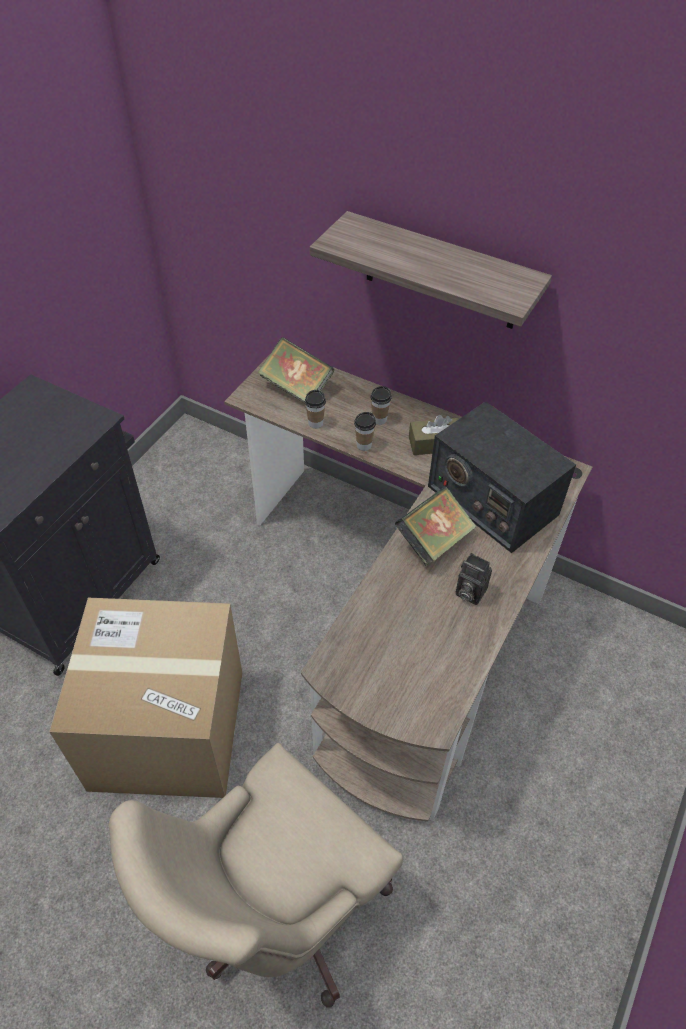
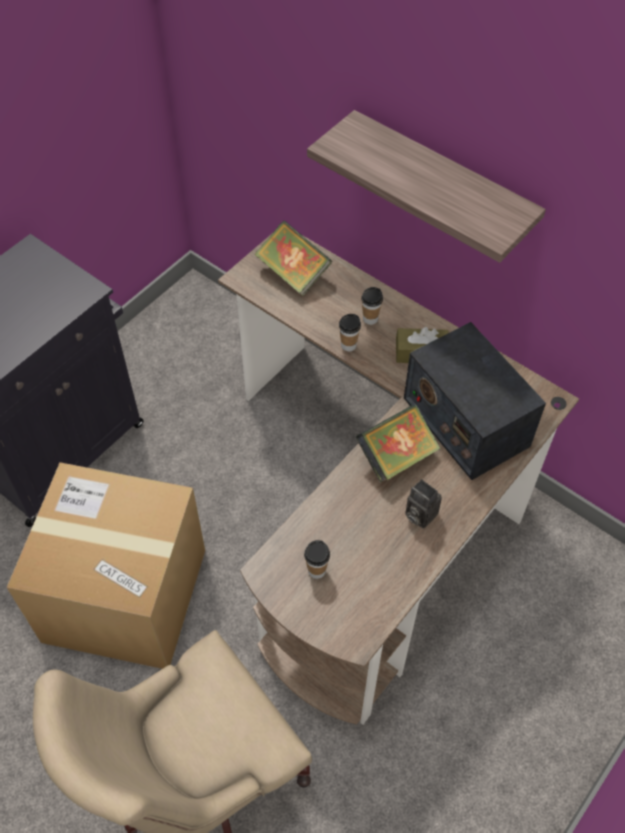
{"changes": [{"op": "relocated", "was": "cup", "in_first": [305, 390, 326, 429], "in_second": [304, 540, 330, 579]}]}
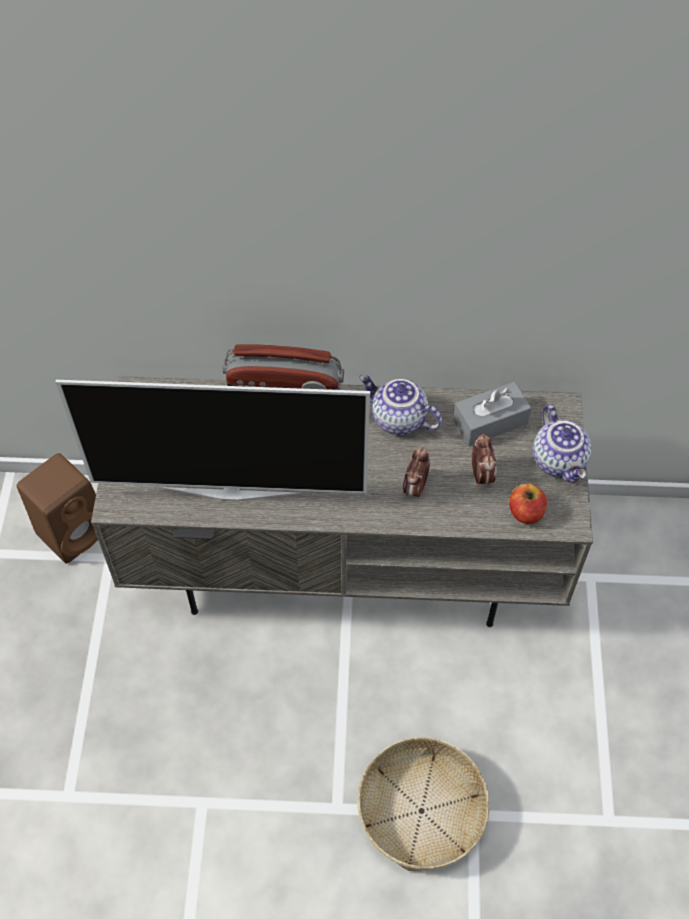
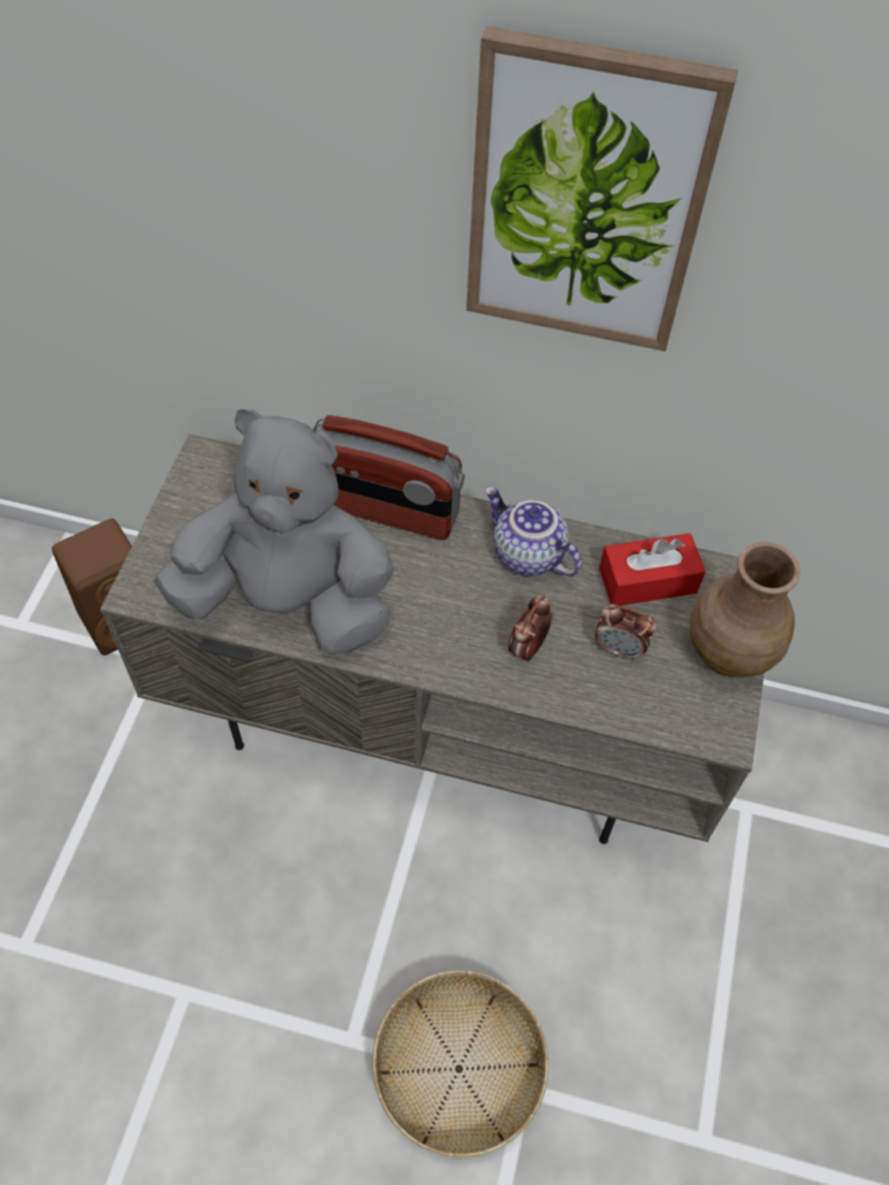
{"changes": [{"op": "missing", "was": "whole apple", "in_first": [509, 483, 547, 524]}, {"op": "appeared", "now": "wall art", "in_second": [466, 26, 738, 351]}, {"op": "exchanged", "was": "TV", "now": "gray plush toy", "in_first": [56, 380, 370, 501], "in_second": [154, 409, 394, 654]}, {"op": "exchanged", "was": "teapot", "now": "brownish vase", "in_first": [533, 404, 591, 483], "in_second": [690, 542, 800, 678]}, {"op": "colour", "was": "gray box of tissues", "now": "reddish box of tissues", "in_first": [453, 382, 532, 446], "in_second": [599, 533, 706, 606]}, {"op": "spun", "was": "table clock", "in_first": [472, 434, 496, 486], "in_second": [595, 604, 656, 660], "clockwise": 105}]}
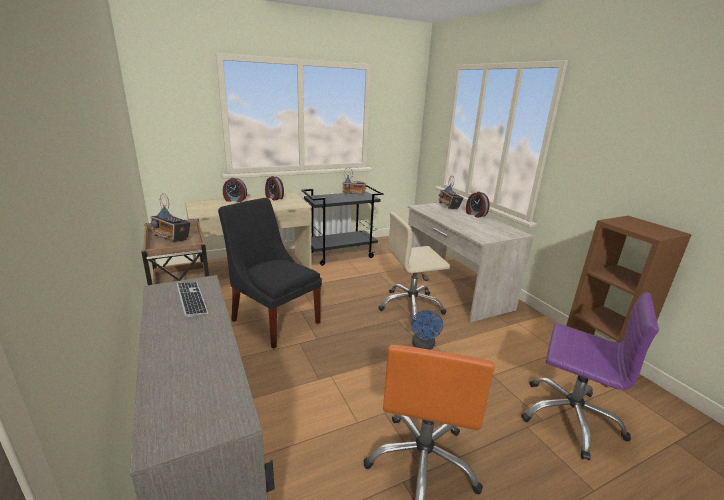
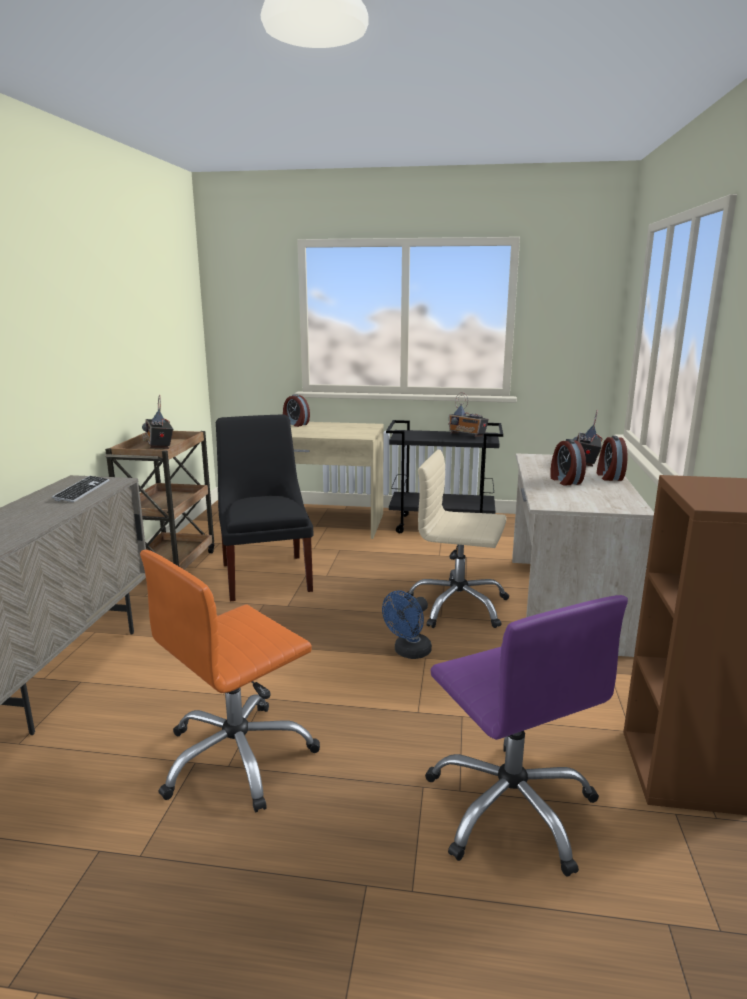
{"changes": [{"op": "relocated", "was": "table clock", "in_first": [265, 176, 284, 201], "in_second": [550, 439, 586, 485]}]}
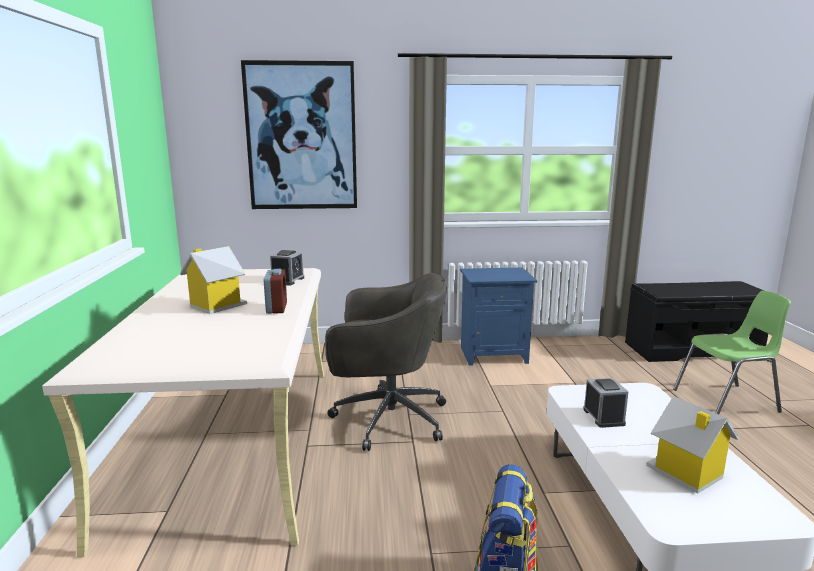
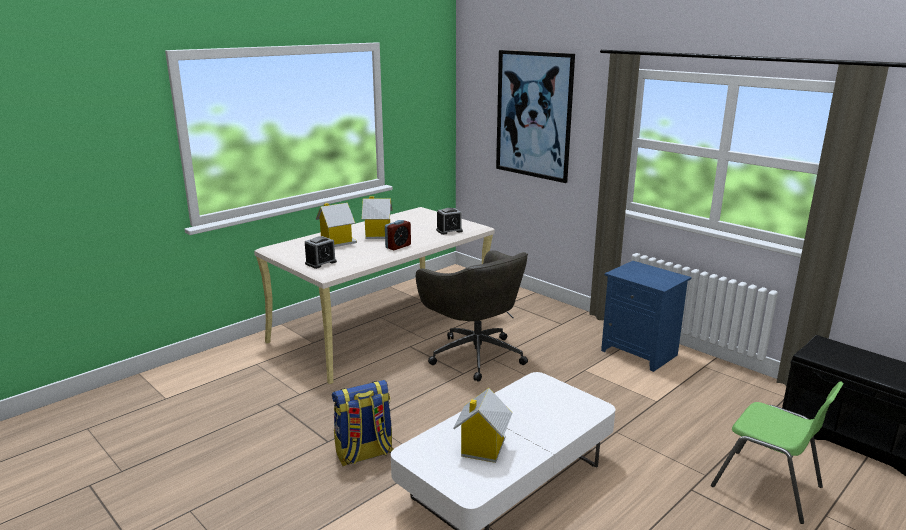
{"changes": [{"op": "appeared", "now": "miniature house", "in_second": [316, 203, 357, 247]}, {"op": "relocated", "was": "table clock", "in_first": [583, 378, 628, 428], "in_second": [305, 236, 337, 269]}]}
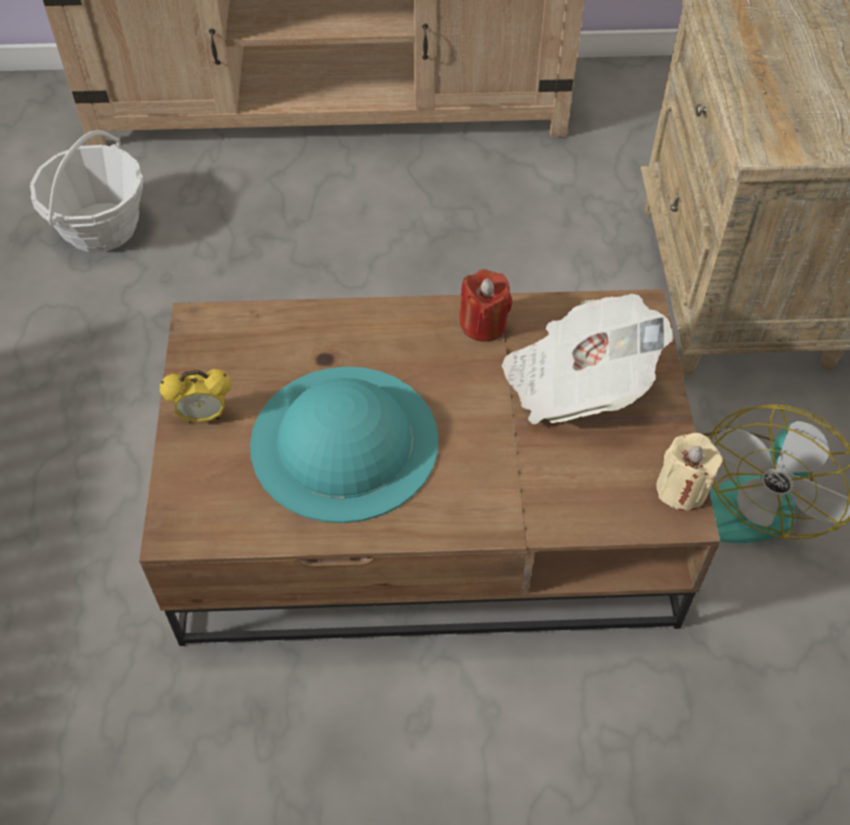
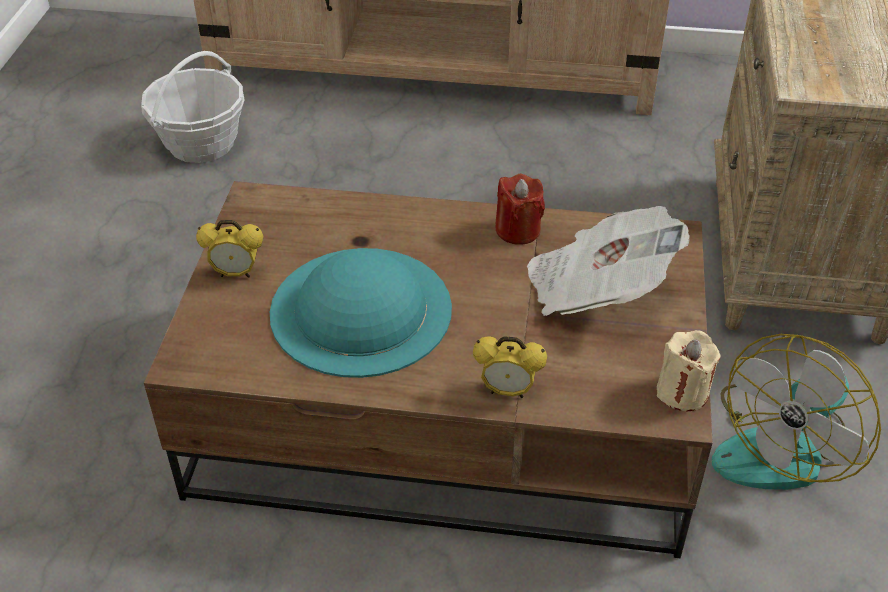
{"changes": [{"op": "appeared", "now": "table clock", "in_second": [473, 336, 547, 398]}]}
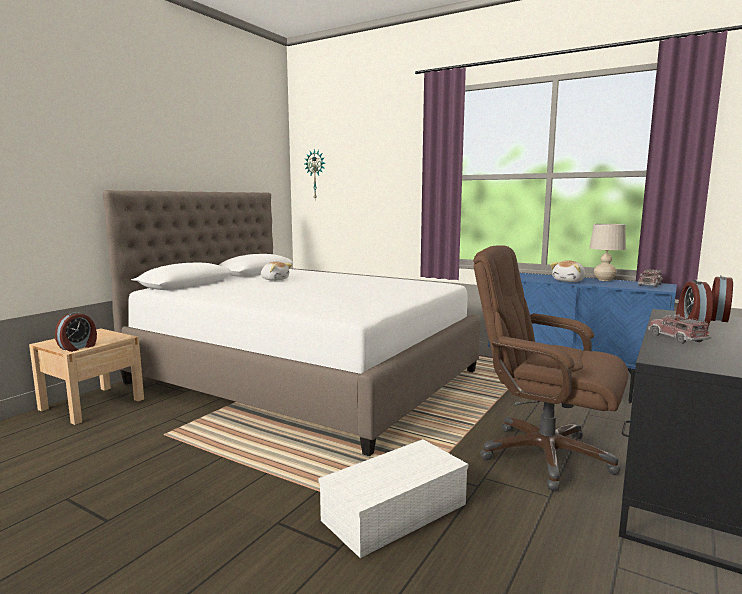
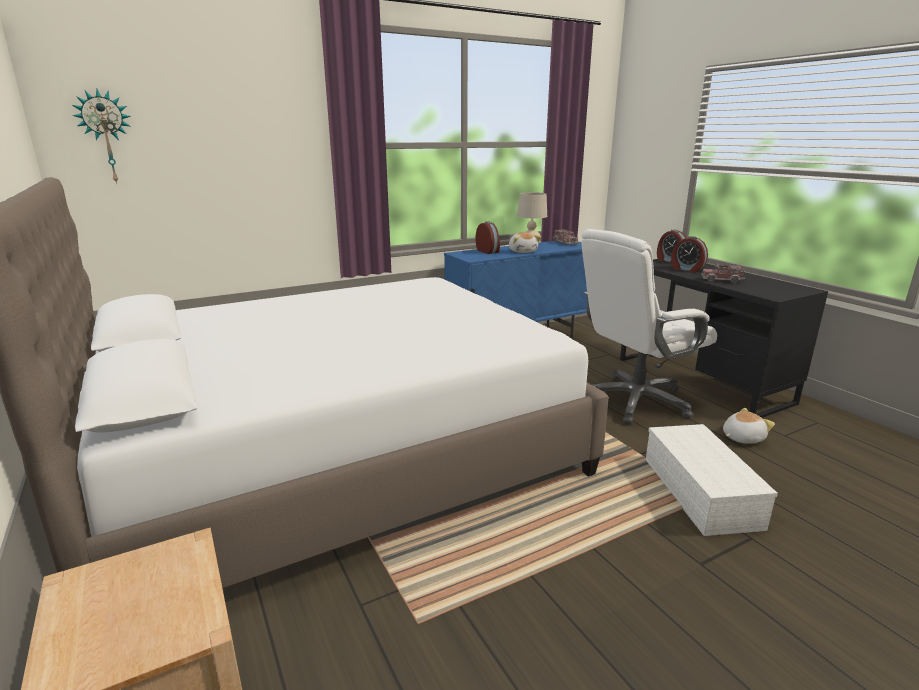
{"changes": [{"op": "relocated", "was": "table clock", "in_first": [55, 312, 97, 352], "in_second": [475, 221, 500, 254]}, {"op": "relocated", "was": "plush toy", "in_first": [261, 262, 292, 281], "in_second": [723, 408, 775, 444]}, {"op": "colour", "was": "brownish office chair", "now": "white office chair", "in_first": [473, 245, 629, 491], "in_second": [581, 229, 717, 425]}]}
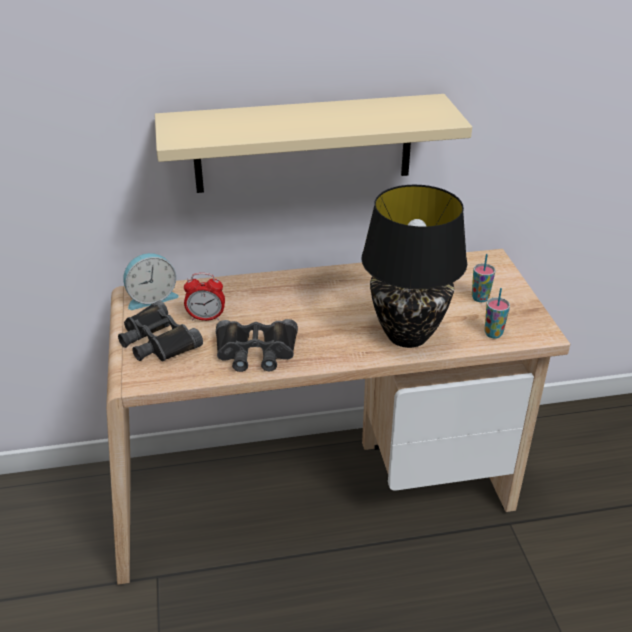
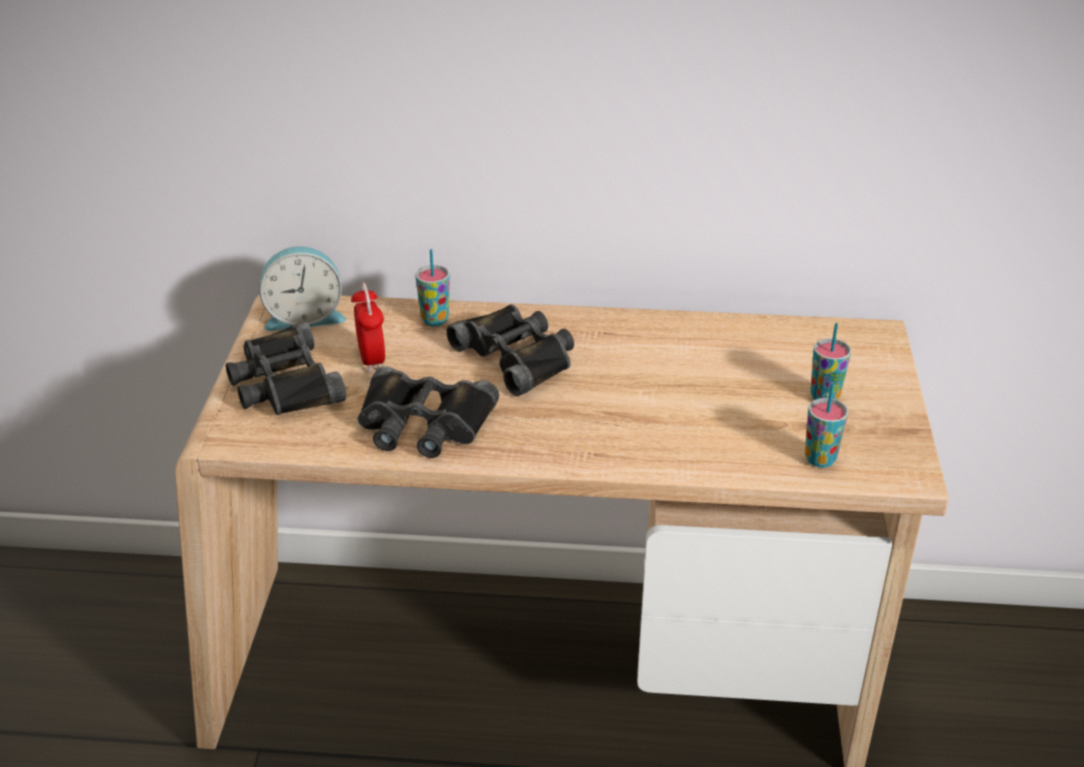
{"changes": [{"op": "missing", "was": "sand-coloured bracket shelf", "in_first": [155, 94, 472, 193]}, {"op": "missing", "was": "black-coloured lamp for a table", "in_first": [361, 185, 467, 348]}, {"op": "appeared", "now": "cup", "in_second": [415, 249, 450, 326]}, {"op": "appeared", "now": "black-coloured pair of binoculars", "in_second": [446, 304, 574, 396]}, {"op": "spun", "was": "table clock", "in_first": [184, 273, 225, 321], "in_second": [351, 283, 385, 373], "clockwise": -120}]}
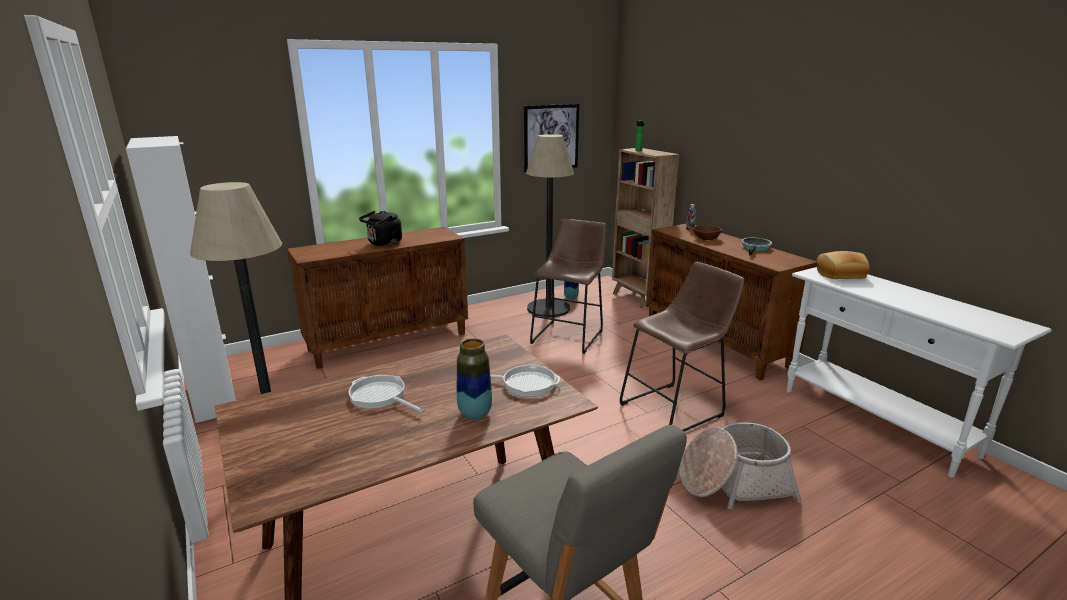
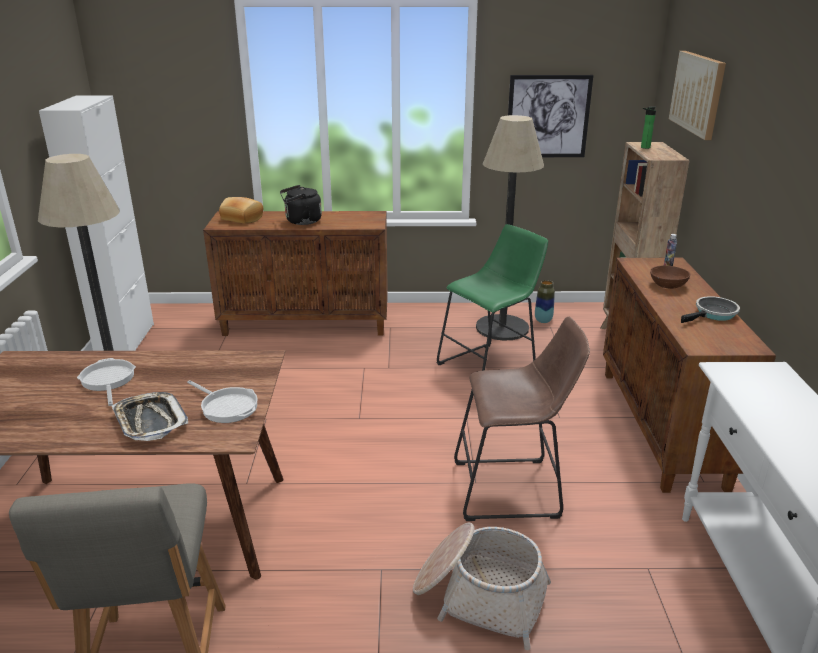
{"changes": [{"op": "appeared", "now": "wall art", "in_second": [669, 51, 726, 140]}, {"op": "relocated", "was": "bakery bread", "in_first": [817, 251, 870, 279], "in_second": [219, 197, 263, 224]}, {"op": "exchanged", "was": "vase", "now": "serving tray", "in_first": [457, 339, 492, 420], "in_second": [112, 392, 188, 441]}, {"op": "colour", "was": "brownish stool", "now": "green-coloured stool", "in_first": [530, 219, 606, 354], "in_second": [437, 224, 548, 371]}]}
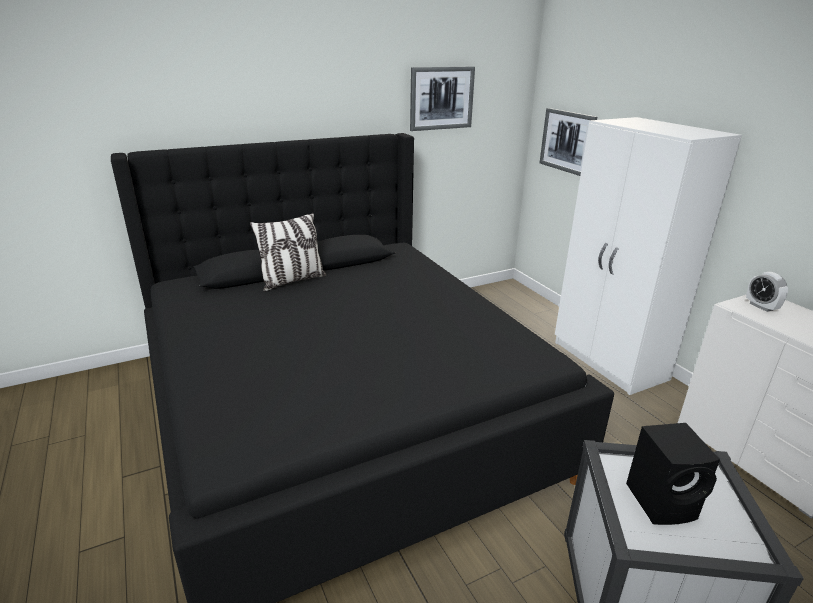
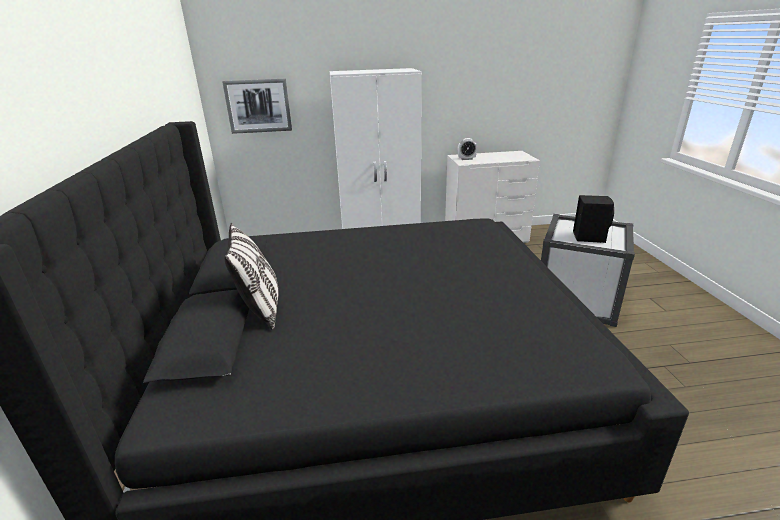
{"changes": [{"op": "missing", "was": "wall art", "in_first": [410, 67, 475, 131]}]}
